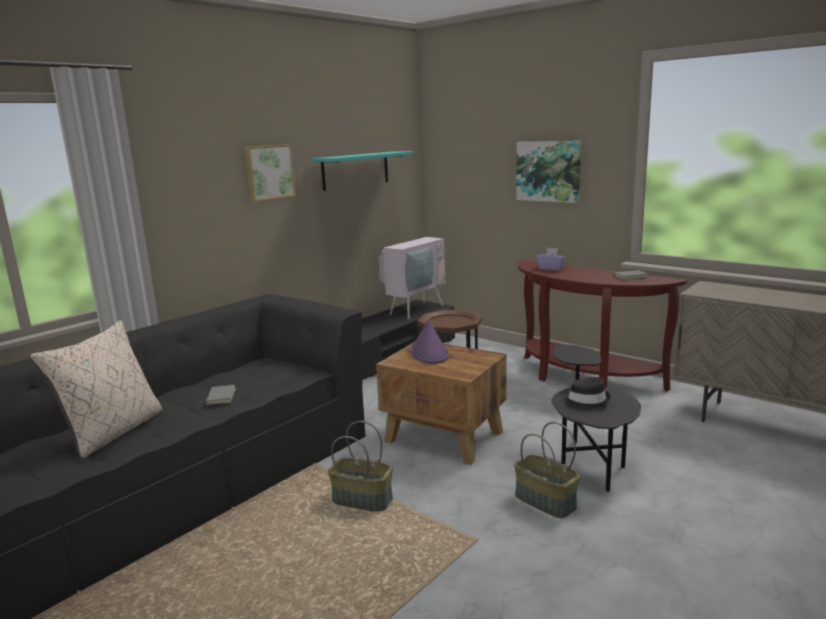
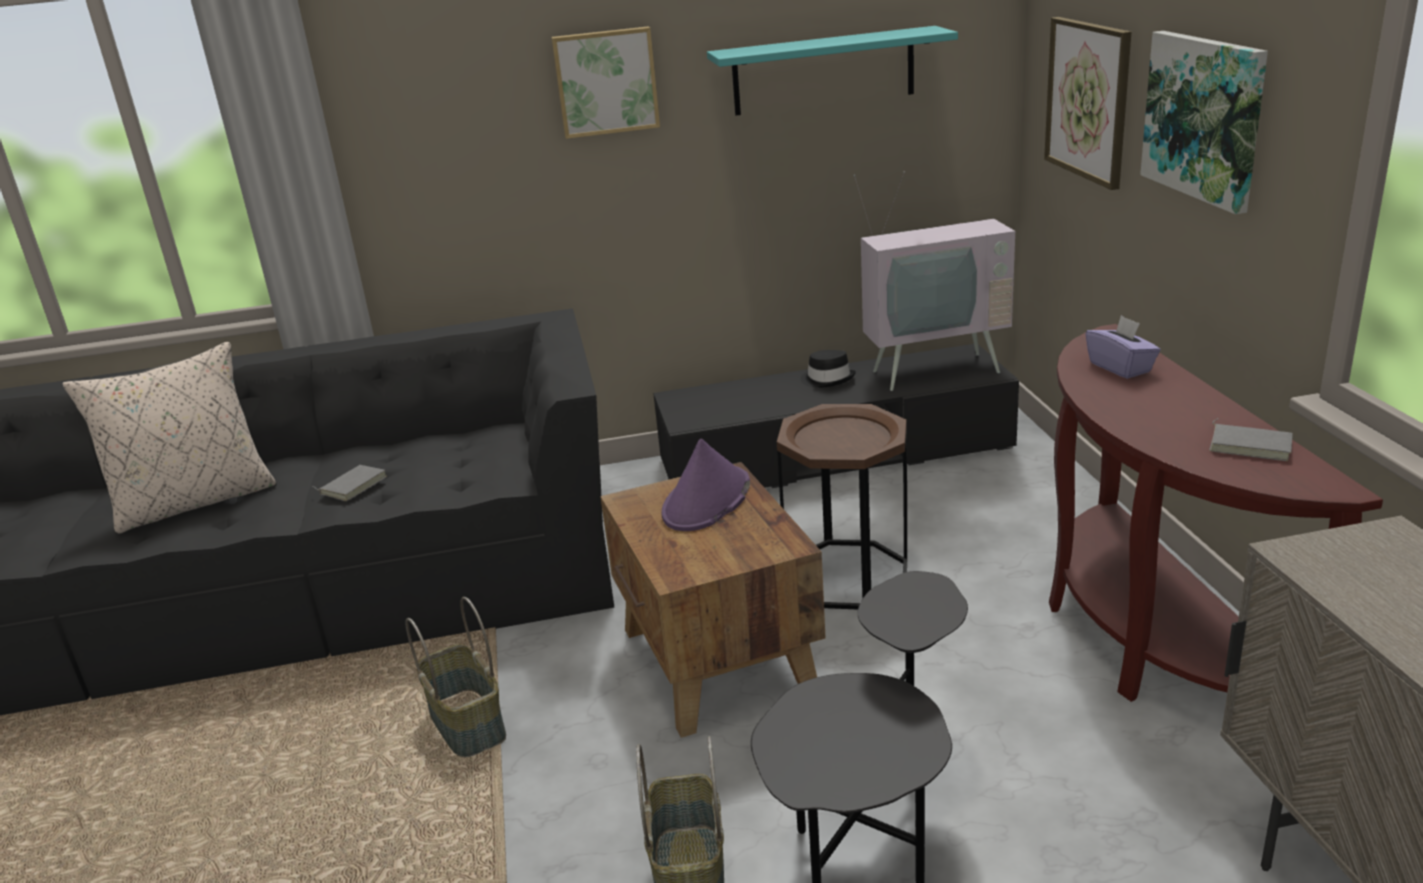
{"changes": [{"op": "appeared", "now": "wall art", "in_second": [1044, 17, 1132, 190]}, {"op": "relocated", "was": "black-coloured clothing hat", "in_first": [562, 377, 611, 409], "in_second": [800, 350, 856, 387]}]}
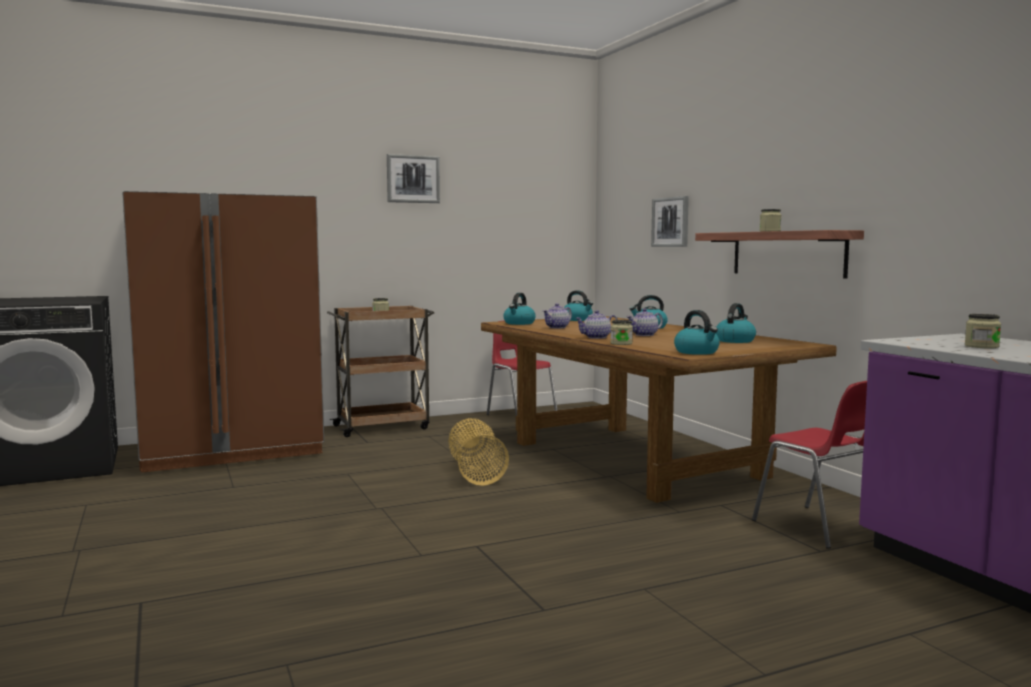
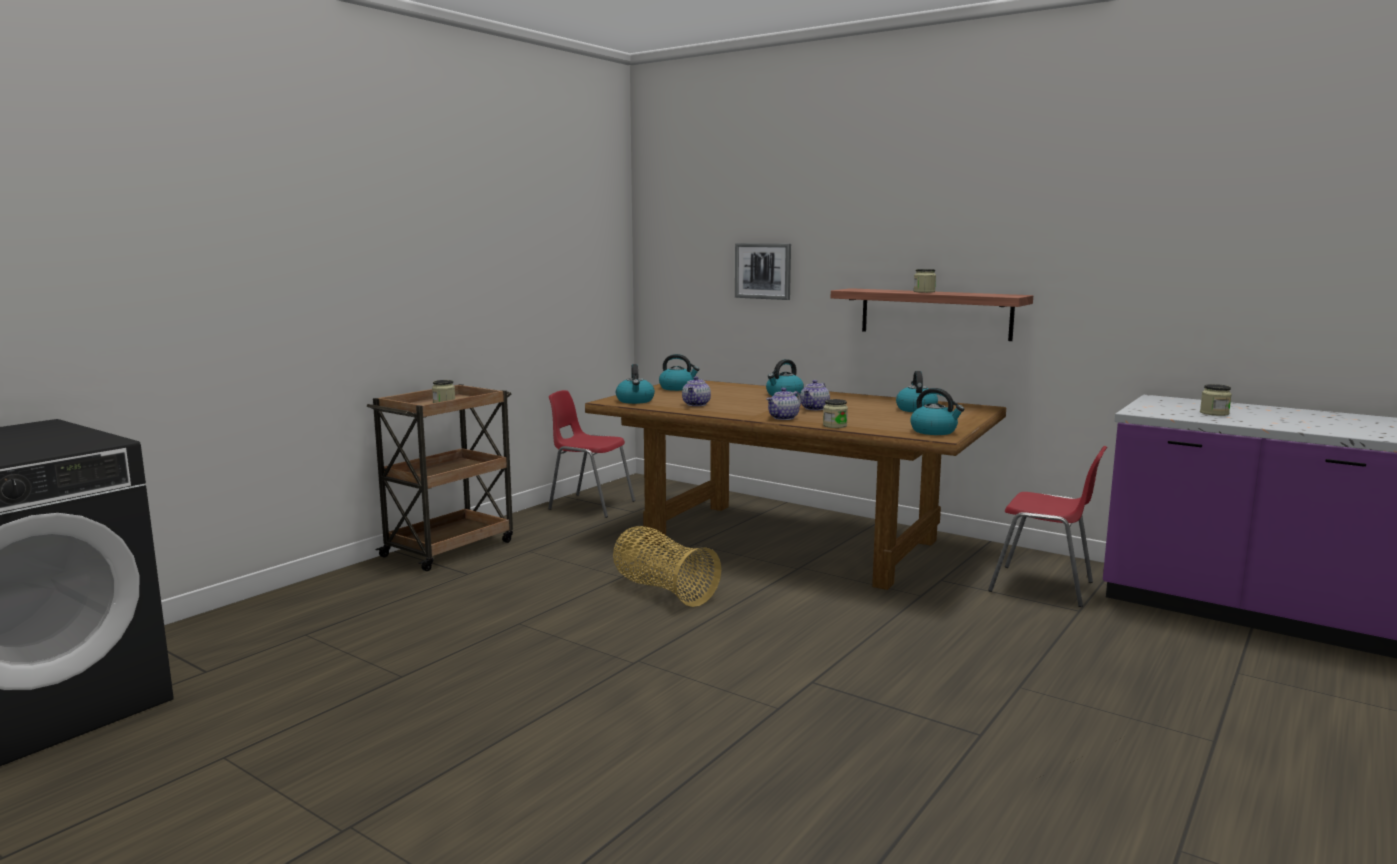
{"changes": [{"op": "missing", "was": "brownish refrigerator", "in_first": [122, 191, 324, 473]}, {"op": "missing", "was": "wall art", "in_first": [387, 154, 440, 203]}]}
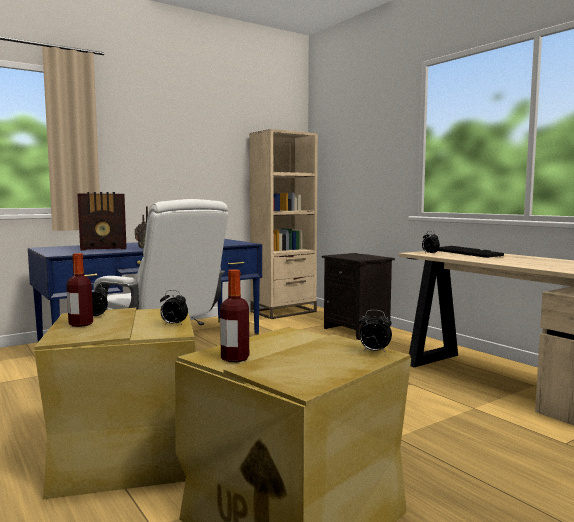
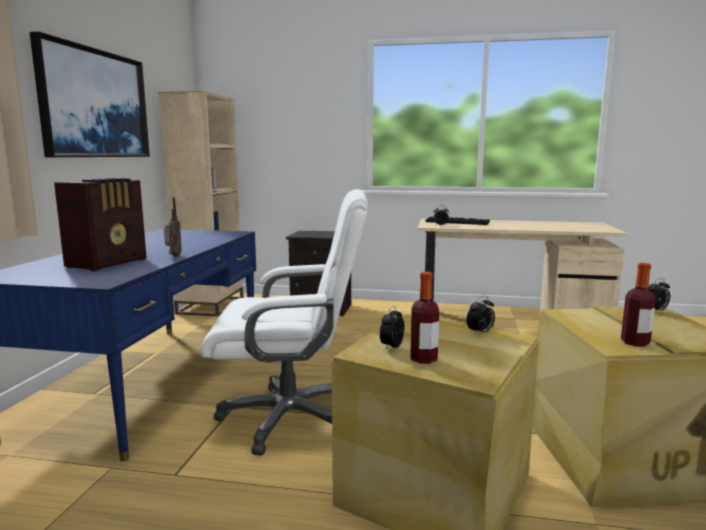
{"changes": [{"op": "appeared", "now": "wall art", "in_second": [30, 31, 150, 157]}]}
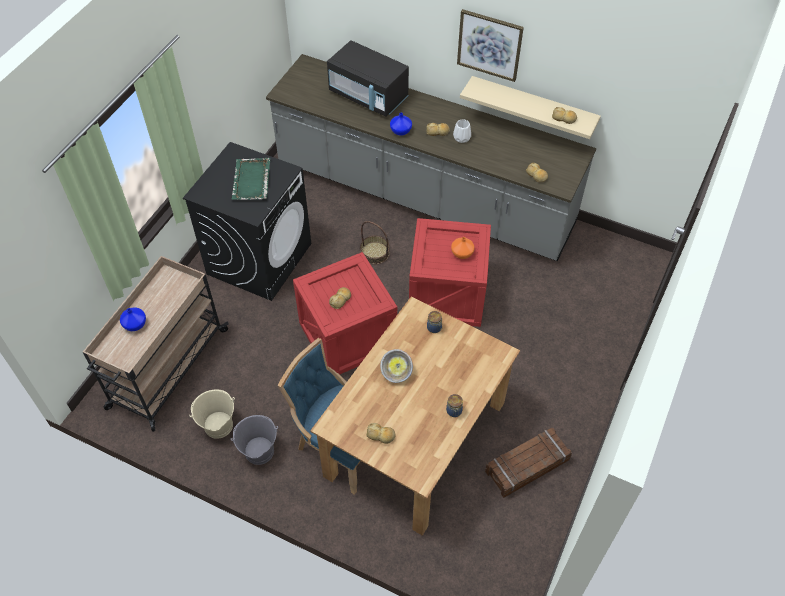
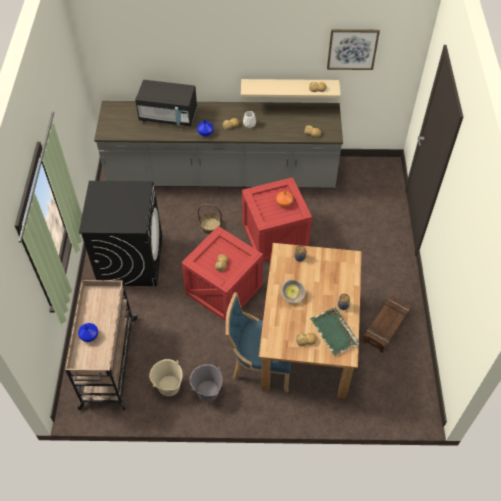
{"changes": [{"op": "relocated", "was": "green-coloured serving tray", "in_first": [232, 158, 270, 200], "in_second": [310, 307, 360, 356]}, {"op": "relocated", "was": "wall art", "in_first": [457, 9, 524, 82], "in_second": [327, 29, 380, 70]}]}
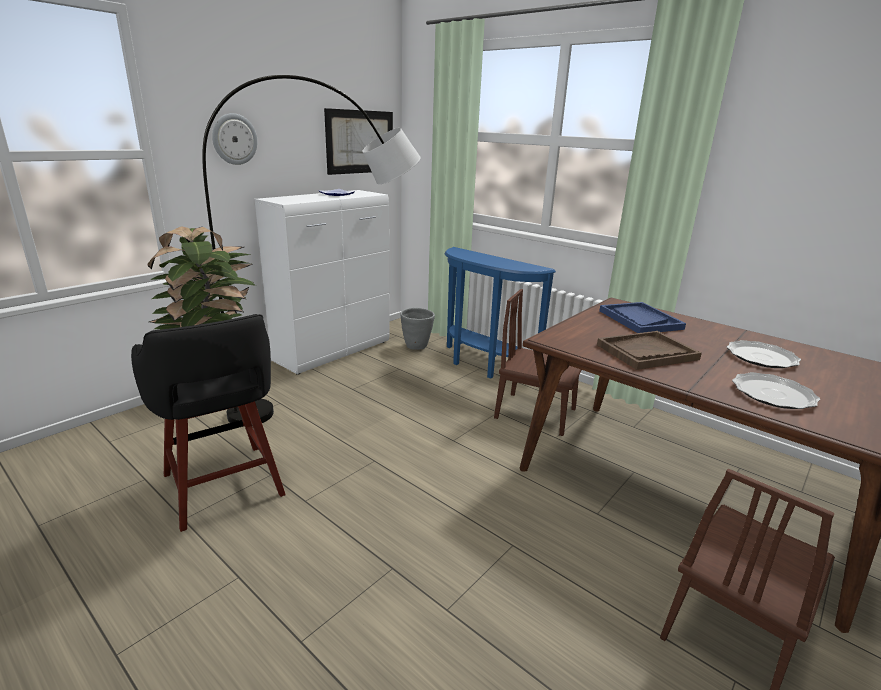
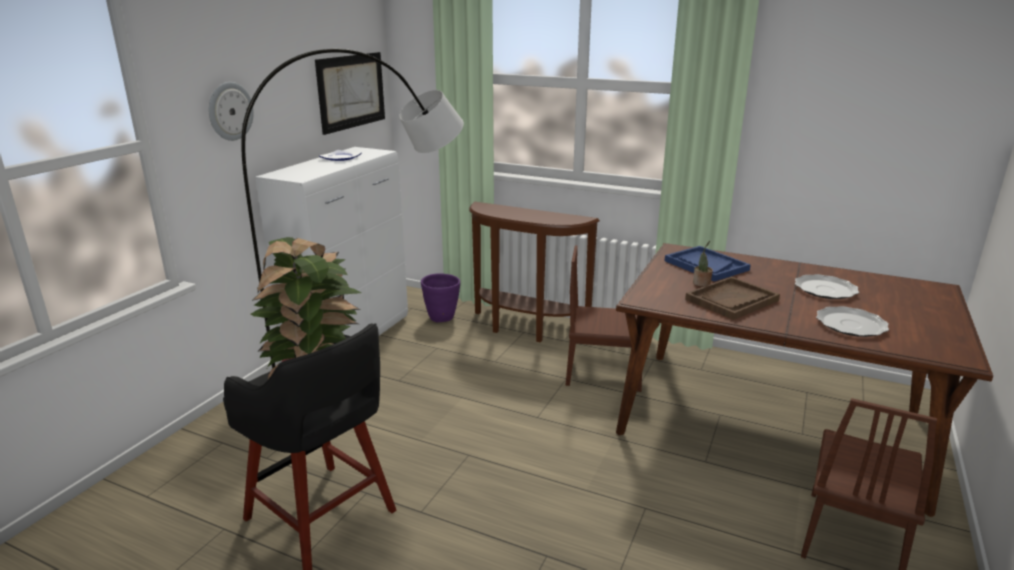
{"changes": [{"op": "appeared", "now": "plant in a pot", "in_second": [693, 241, 713, 287]}, {"op": "colour", "was": "gray planter", "now": "purple-coloured planter", "in_first": [400, 308, 435, 350], "in_second": [421, 273, 460, 322]}, {"op": "colour", "was": "blue narrow table", "now": "brownish narrow table", "in_first": [445, 247, 556, 379], "in_second": [469, 202, 600, 343]}]}
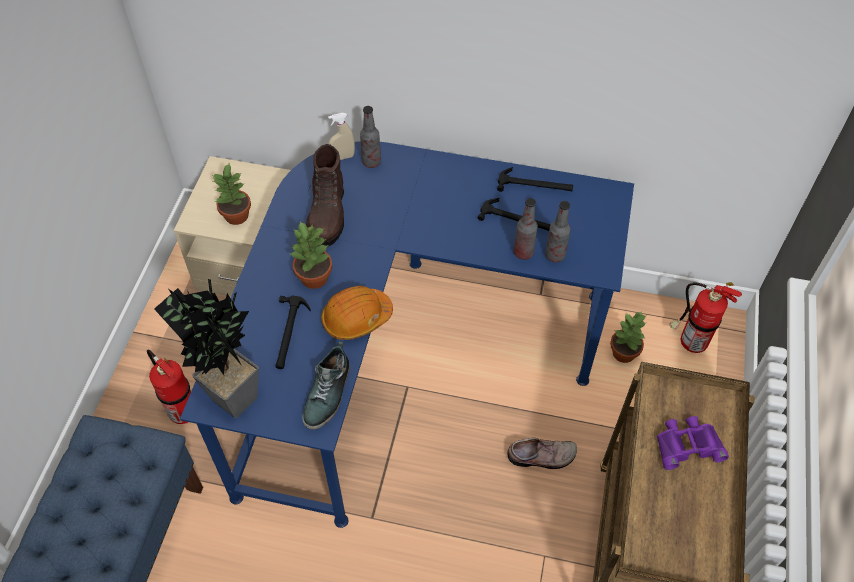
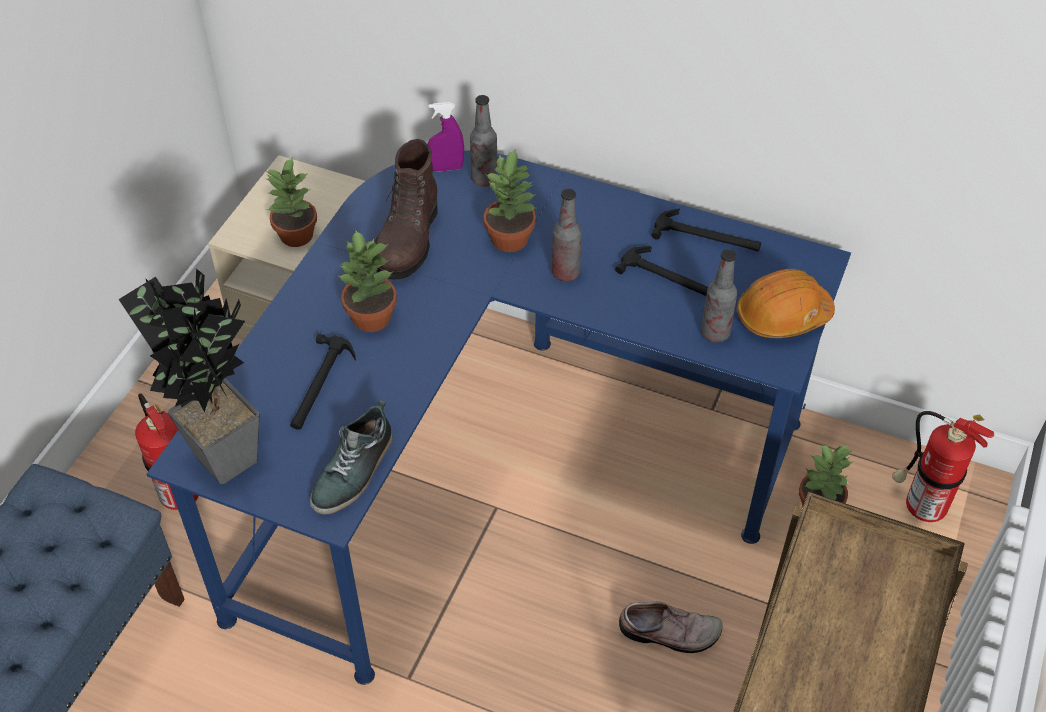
{"changes": [{"op": "missing", "was": "purple-coloured pair of binoculars", "in_first": [657, 416, 729, 470]}, {"op": "appeared", "now": "plant in a pot", "in_second": [484, 150, 536, 252]}, {"op": "relocated", "was": "orange work helmet", "in_first": [321, 286, 393, 340], "in_second": [737, 269, 835, 338]}, {"op": "relocated", "was": "drink bottle", "in_first": [513, 198, 538, 260], "in_second": [552, 189, 582, 282]}, {"op": "colour", "was": "sand-coloured hand sprayer", "now": "purple-coloured hand sprayer", "in_first": [328, 113, 355, 160], "in_second": [427, 102, 464, 172]}]}
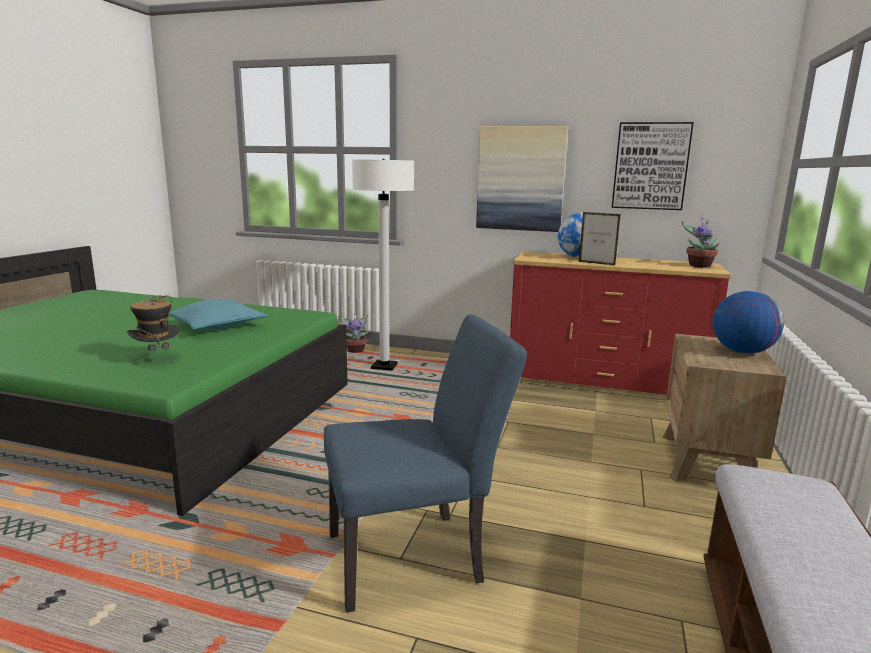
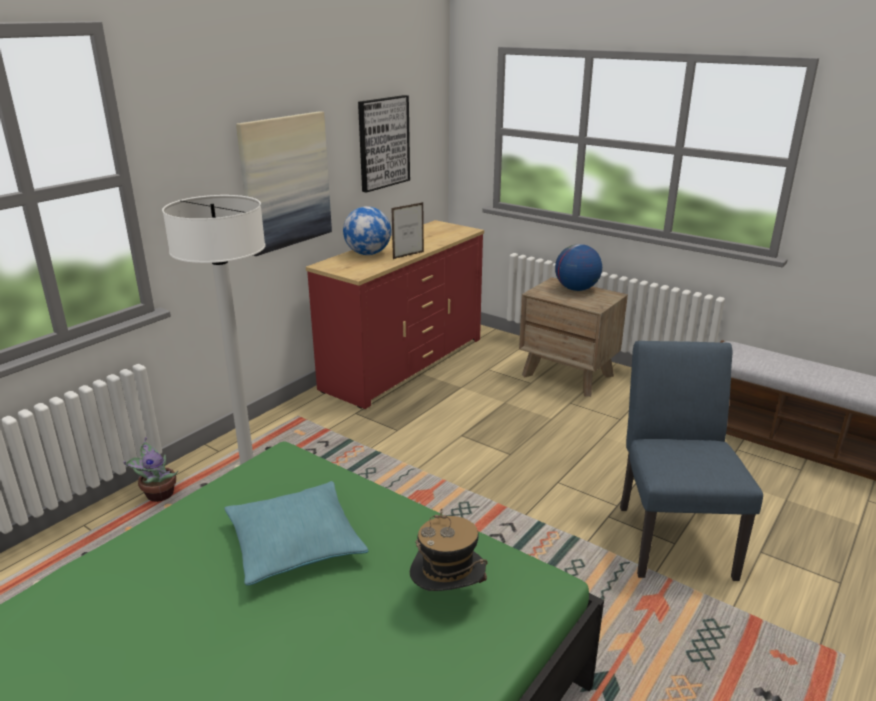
{"changes": [{"op": "missing", "was": "plant in a pot", "in_first": [682, 218, 720, 268]}]}
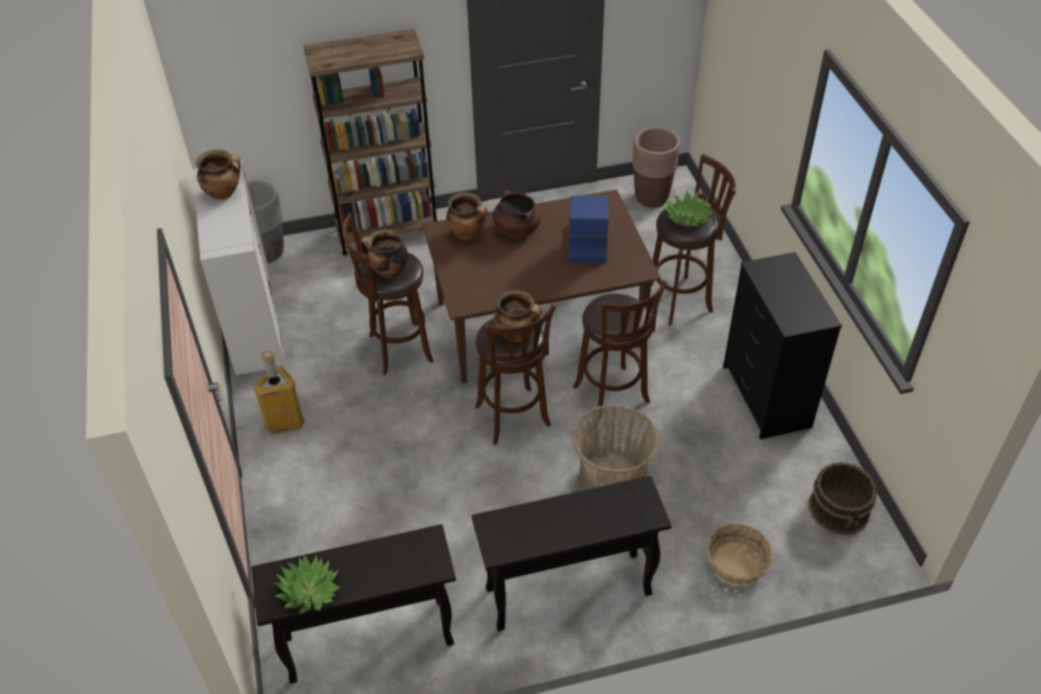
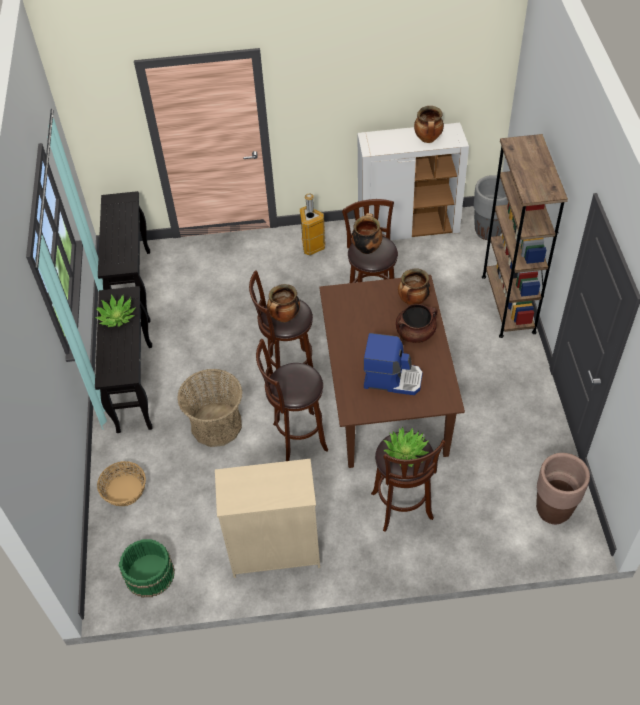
{"changes": [{"op": "relocated", "was": "plant in a pot", "in_first": [274, 555, 340, 614], "in_second": [95, 295, 136, 327]}, {"op": "colour", "was": "black-coloured drawer chest", "now": "sand-coloured drawer chest", "in_first": [723, 252, 842, 439], "in_second": [215, 459, 320, 578]}, {"op": "colour", "was": "brownish water bucket", "now": "green-coloured water bucket", "in_first": [808, 462, 877, 535], "in_second": [119, 539, 175, 597]}]}
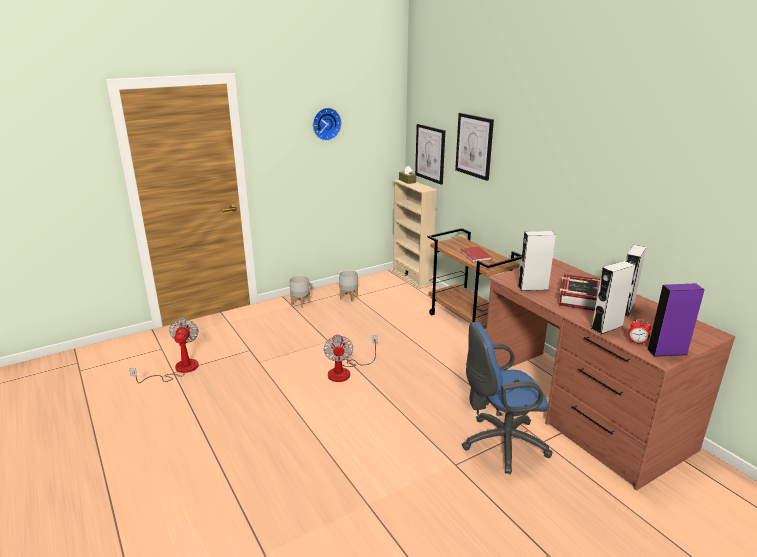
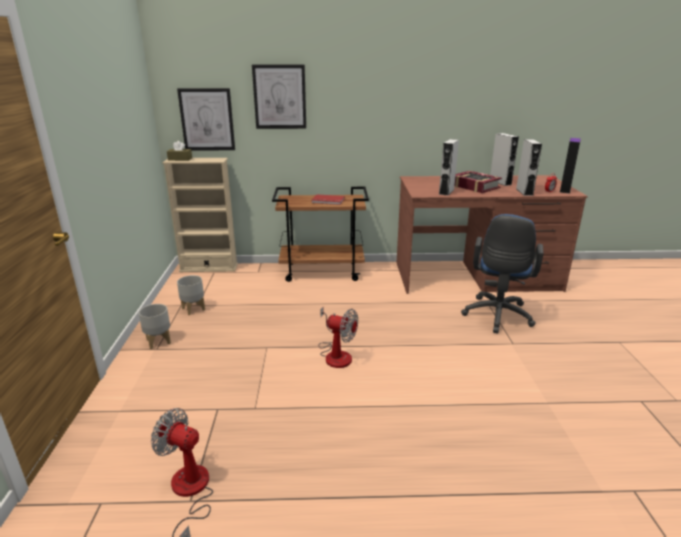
{"changes": [{"op": "missing", "was": "clock on the wall", "in_first": [313, 108, 342, 141]}]}
